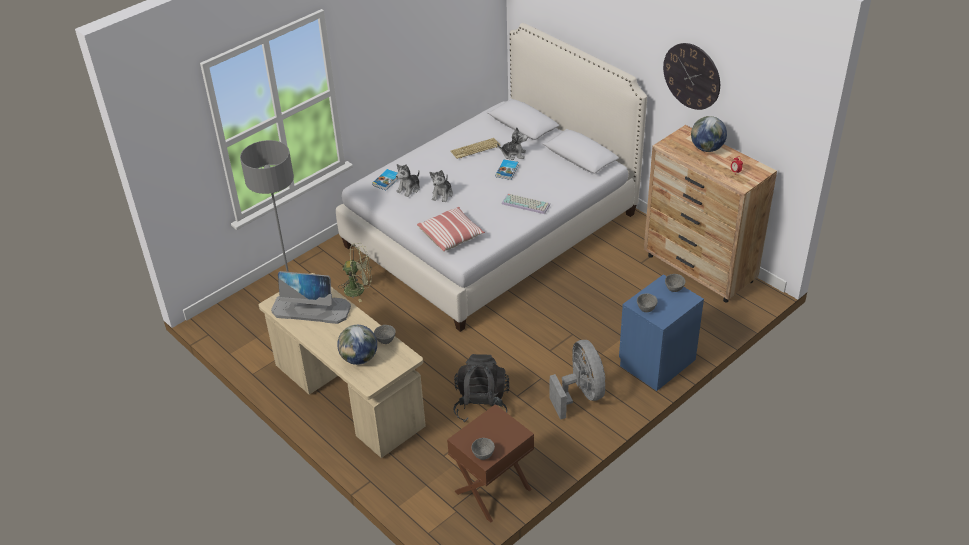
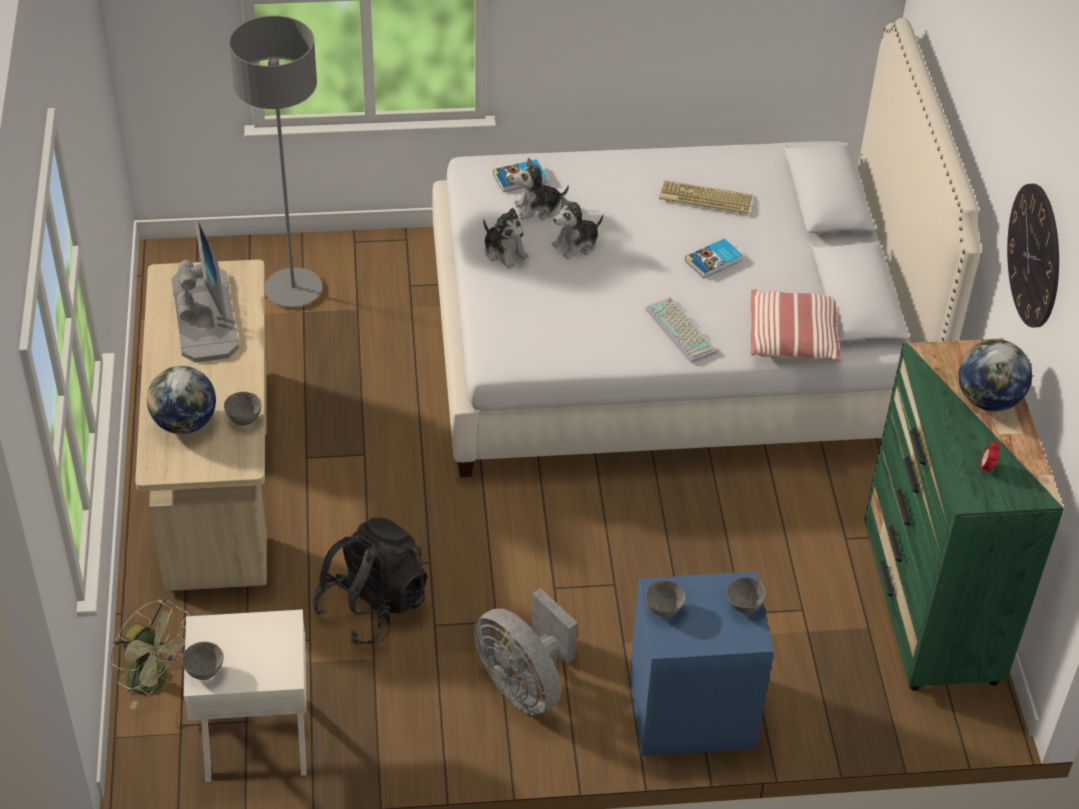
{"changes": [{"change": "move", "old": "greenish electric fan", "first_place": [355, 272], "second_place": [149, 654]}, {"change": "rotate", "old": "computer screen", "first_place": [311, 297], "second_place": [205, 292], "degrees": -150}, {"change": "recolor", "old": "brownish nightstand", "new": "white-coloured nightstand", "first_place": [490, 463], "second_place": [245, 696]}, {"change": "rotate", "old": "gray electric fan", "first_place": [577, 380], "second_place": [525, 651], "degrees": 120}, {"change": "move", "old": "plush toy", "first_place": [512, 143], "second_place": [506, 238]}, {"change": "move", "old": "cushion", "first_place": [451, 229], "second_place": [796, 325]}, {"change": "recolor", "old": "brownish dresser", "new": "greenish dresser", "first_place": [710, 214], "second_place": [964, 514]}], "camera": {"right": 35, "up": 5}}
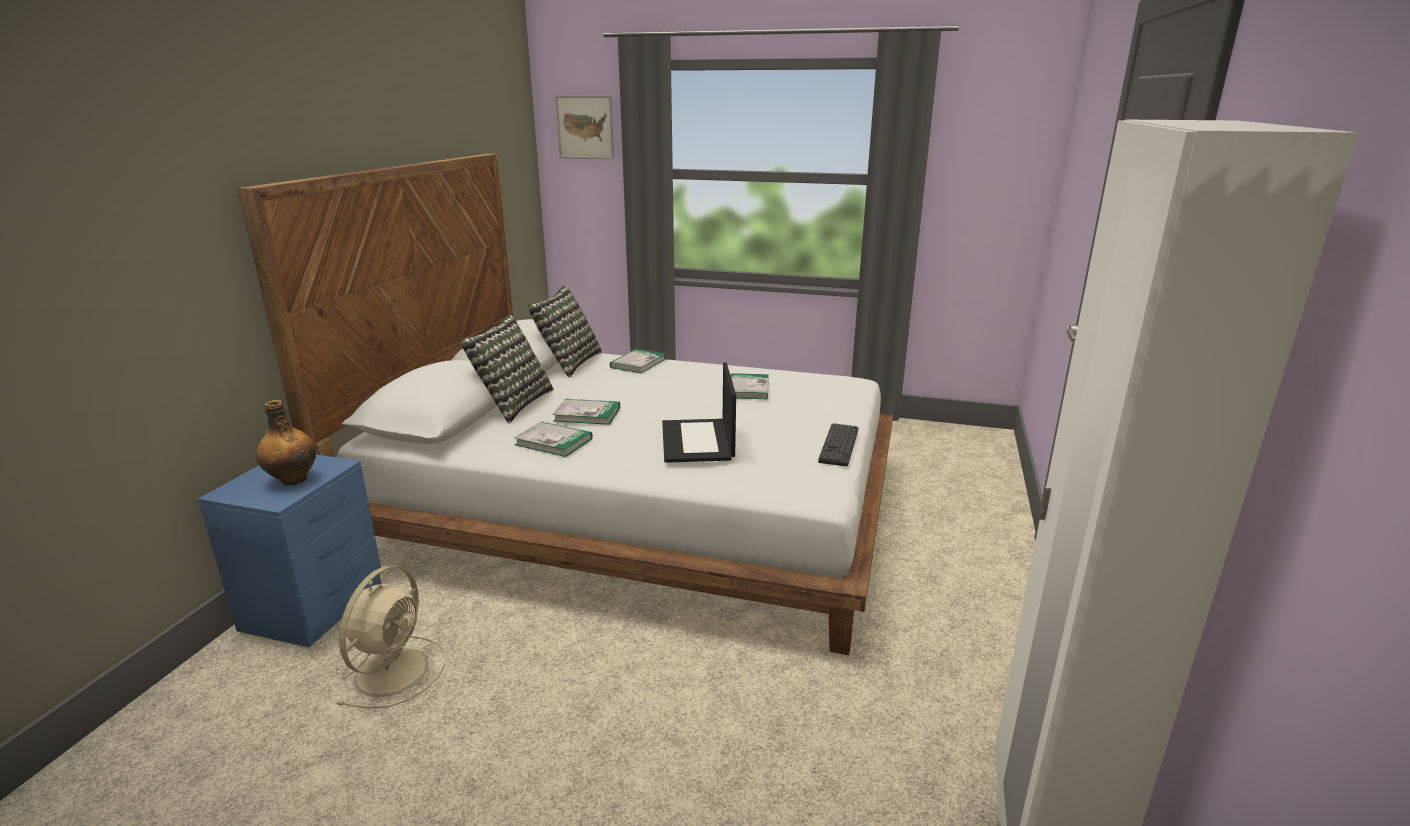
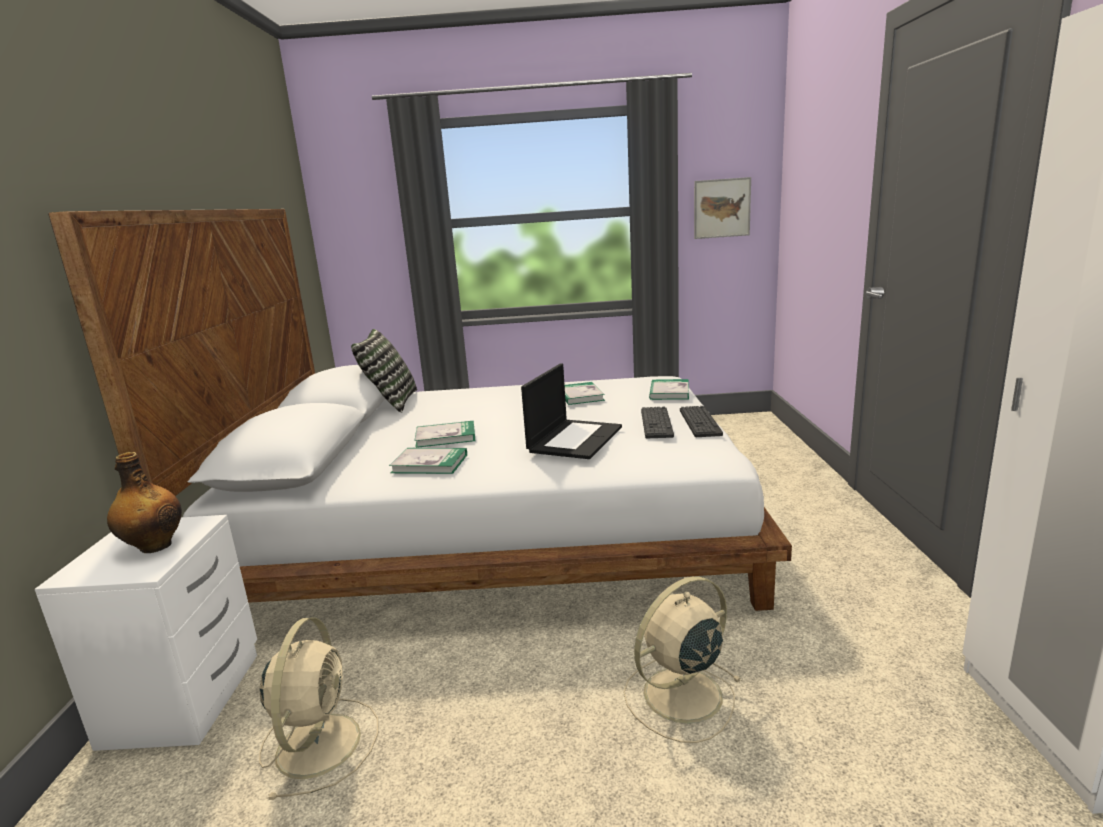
{"changes": [{"change": "recolor", "old": "blue-coloured nightstand", "new": "white-coloured nightstand", "first_place": [289, 550], "second_place": [146, 633]}, {"change": "rotate", "old": "laptop", "first_place": [699, 412], "second_place": [571, 411], "degrees": -135}, {"change": "insert", "new": "beige electric fan", "second_place": [682, 659]}, {"change": "insert", "new": "keyboard", "second_place": [657, 422]}, {"change": "move", "old": "bound book", "first_place": [638, 361], "second_place": [669, 389]}, {"change": "move", "old": "wall art", "first_place": [584, 127], "second_place": [722, 208]}, {"change": "delete", "old": "cushion", "first_place": [507, 368]}], "camera": {"right": -15, "up": -5}}
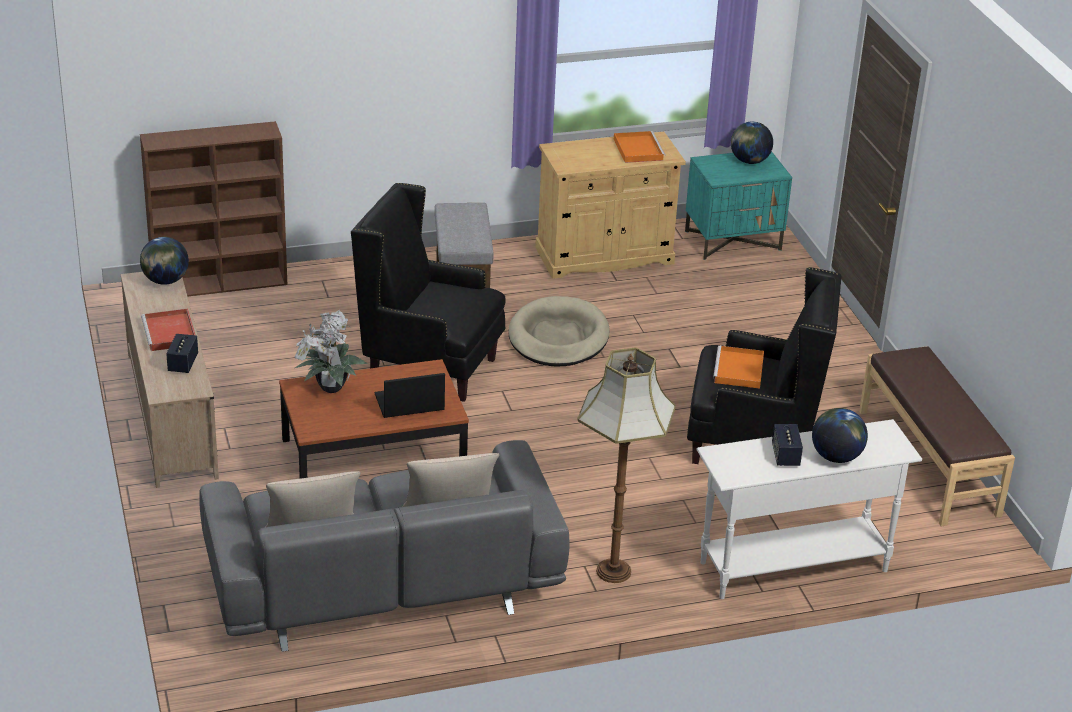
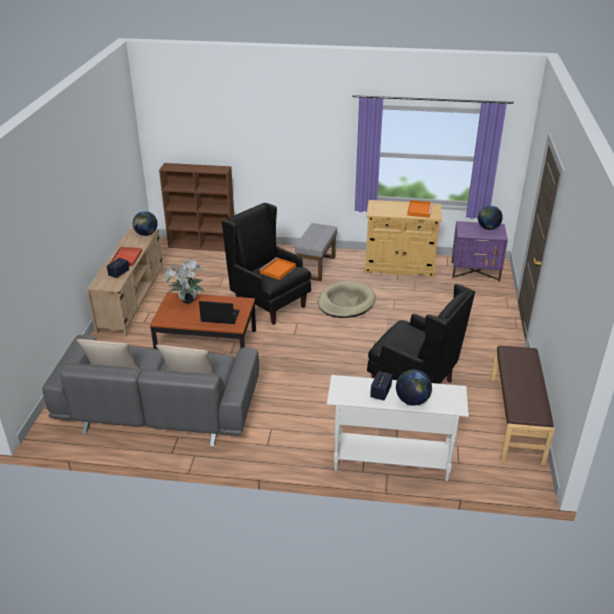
{"changes": [{"change": "move", "old": "orange carrying tray", "first_place": [738, 367], "second_place": [277, 268]}, {"change": "recolor", "old": "turquoise-coloured nightstand", "new": "purple-coloured nightstand", "first_place": [738, 205], "second_place": [479, 251]}, {"change": "delete", "old": "standing lamp", "first_place": [626, 465]}], "camera": {"right": 25, "up": 0}}
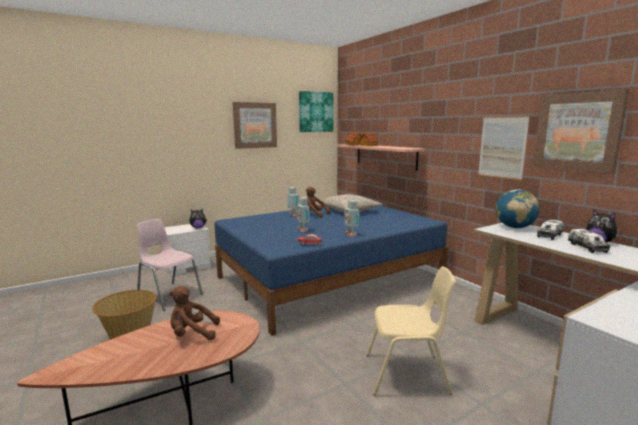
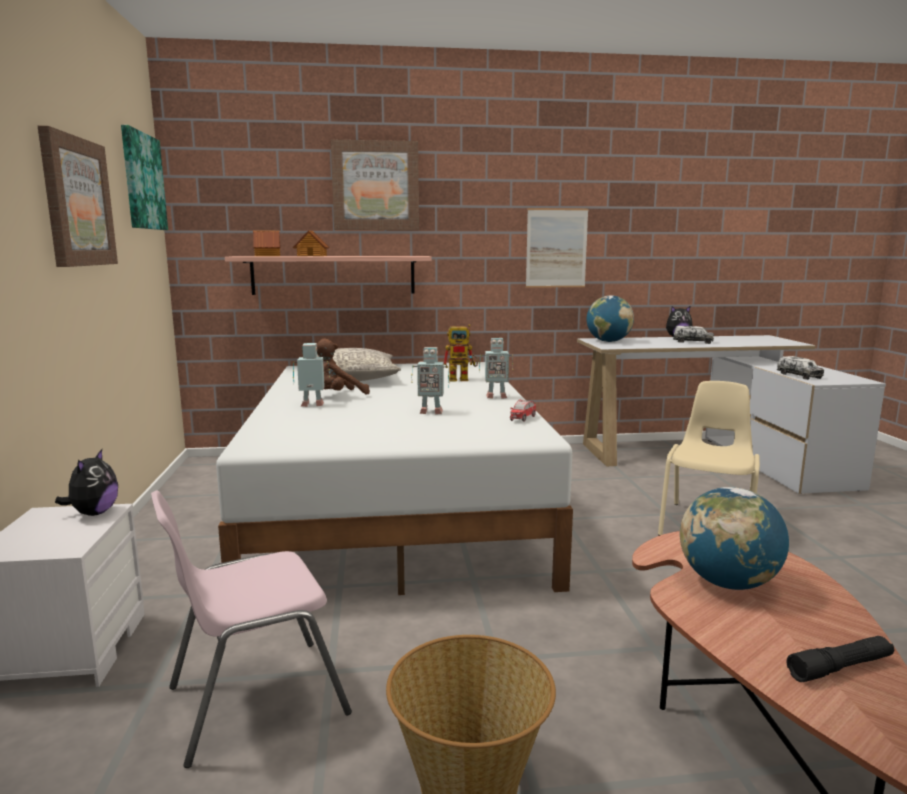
{"changes": [{"change": "recolor", "old": "blue-coloured sleeping bed", "new": "white-coloured sleeping bed", "first_place": [331, 270], "second_place": [394, 478]}, {"change": "move", "old": "wall art", "first_place": [581, 131], "second_place": [375, 185]}, {"change": "insert", "new": "model robot", "second_place": [461, 352]}, {"change": "replace", "old": "brownish plush toy", "new": "world globe", "first_place": [194, 313], "second_place": [734, 538]}, {"change": "move", "old": "model truck", "first_place": [550, 230], "second_place": [800, 368]}, {"change": "insert", "new": "blackish flashlight", "second_place": [840, 659]}], "camera": {"right": -65, "up": 0}}
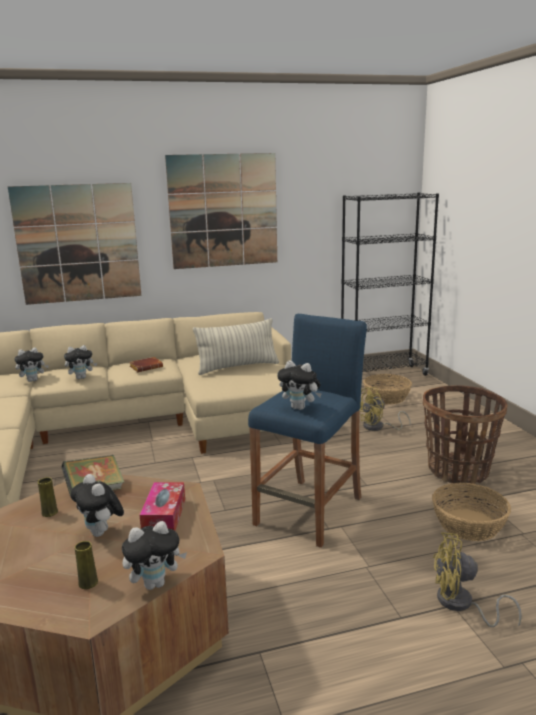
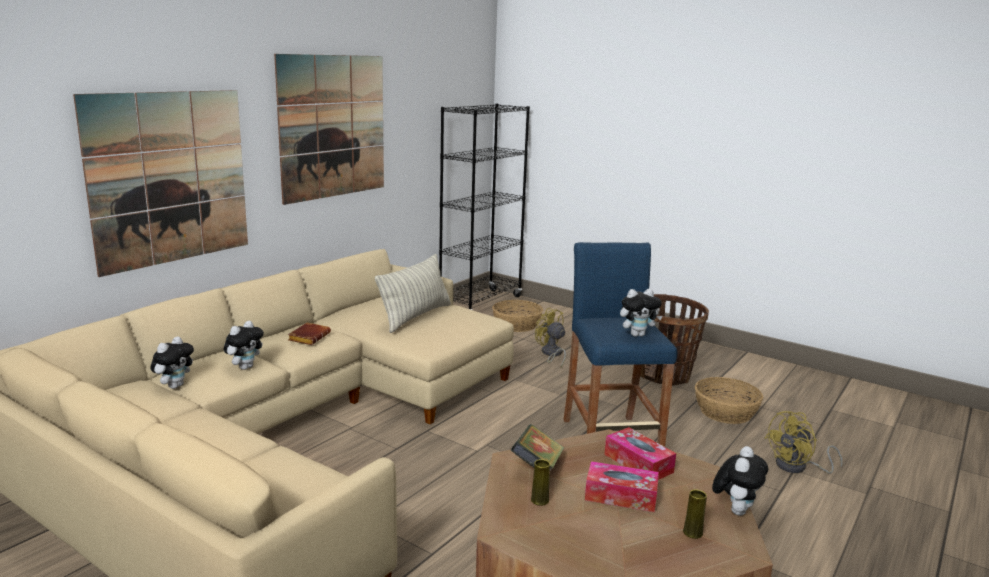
{"changes": [{"change": "rotate", "old": "yellow-coloured electric fan", "first_place": [385, 409], "second_place": [550, 337], "degrees": 120}, {"change": "replace", "old": "plush toy", "new": "tissue holder", "first_place": [97, 505], "second_place": [622, 486]}], "camera": {"right": -40, "up": 0}}
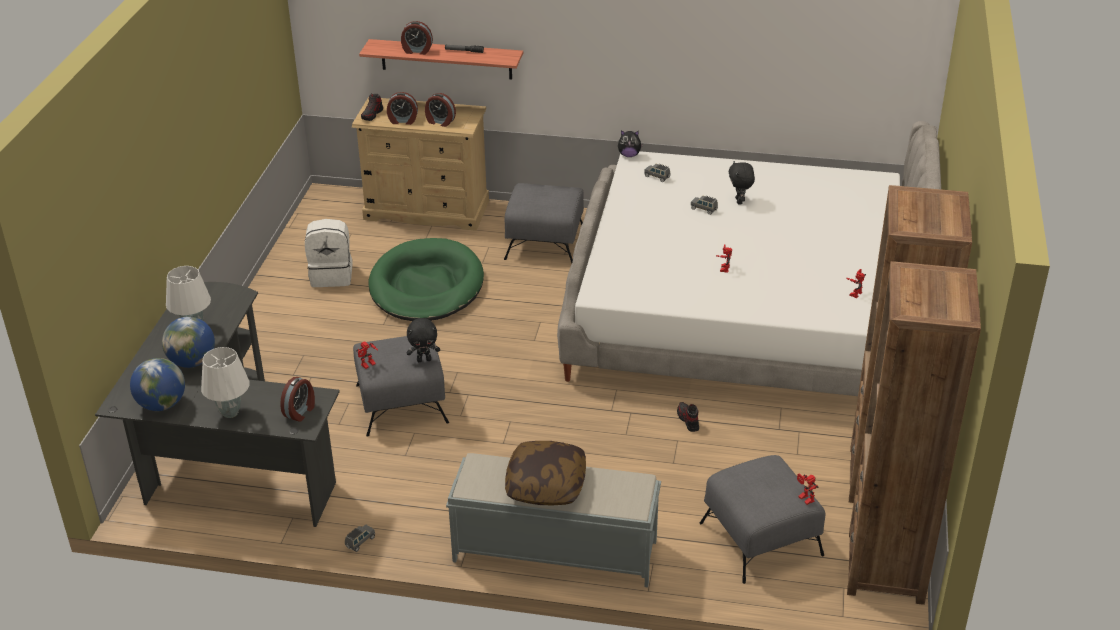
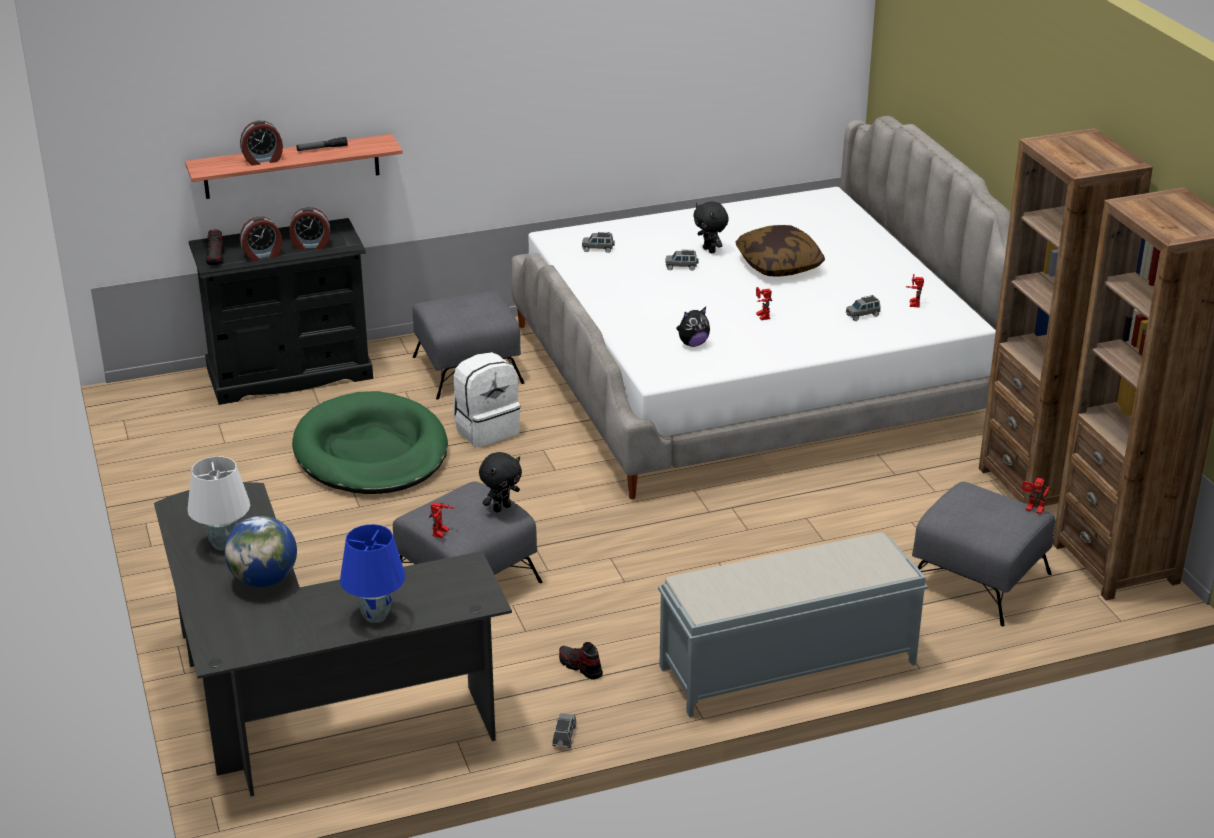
{"changes": [{"change": "recolor", "old": "beige dresser", "new": "blackish dresser", "first_place": [420, 164], "second_place": [281, 311]}, {"change": "recolor", "old": "white-coloured lamp for a table", "new": "blue-coloured lamp for a table", "first_place": [225, 382], "second_place": [372, 573]}, {"change": "move", "old": "white-coloured backpack", "first_place": [329, 253], "second_place": [486, 399]}, {"change": "move", "old": "shoe", "first_place": [688, 417], "second_place": [581, 660]}, {"change": "move", "old": "plush toy", "first_place": [630, 143], "second_place": [693, 327]}, {"change": "move", "old": "cushion", "first_place": [545, 473], "second_place": [780, 251]}, {"change": "insert", "new": "gray miniature car", "second_place": [863, 308]}, {"change": "delete", "old": "world globe", "first_place": [157, 384]}, {"change": "delete", "old": "bedside clock", "first_place": [297, 399]}], "camera": {"right": -30, "up": -5}}
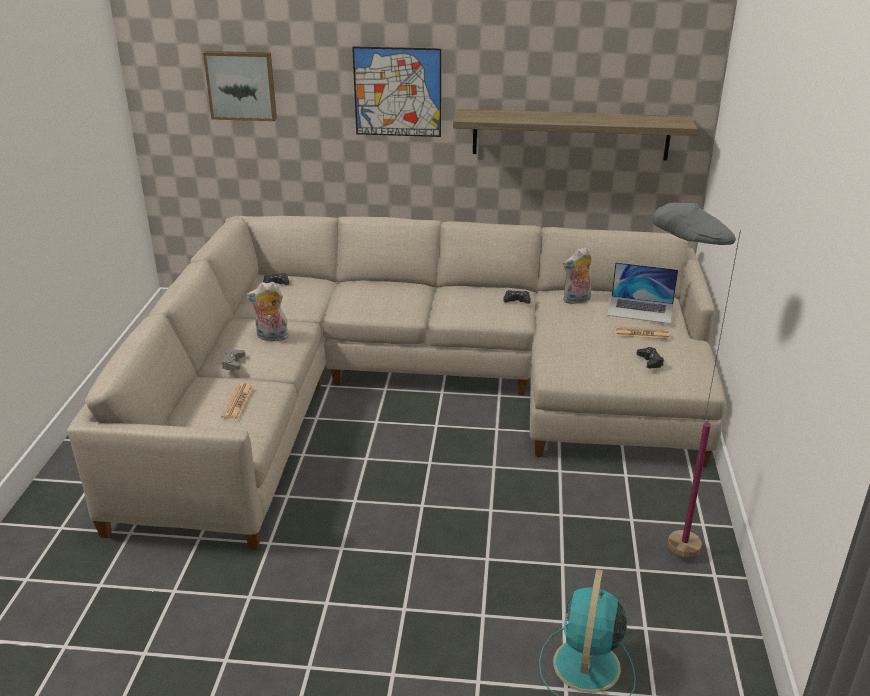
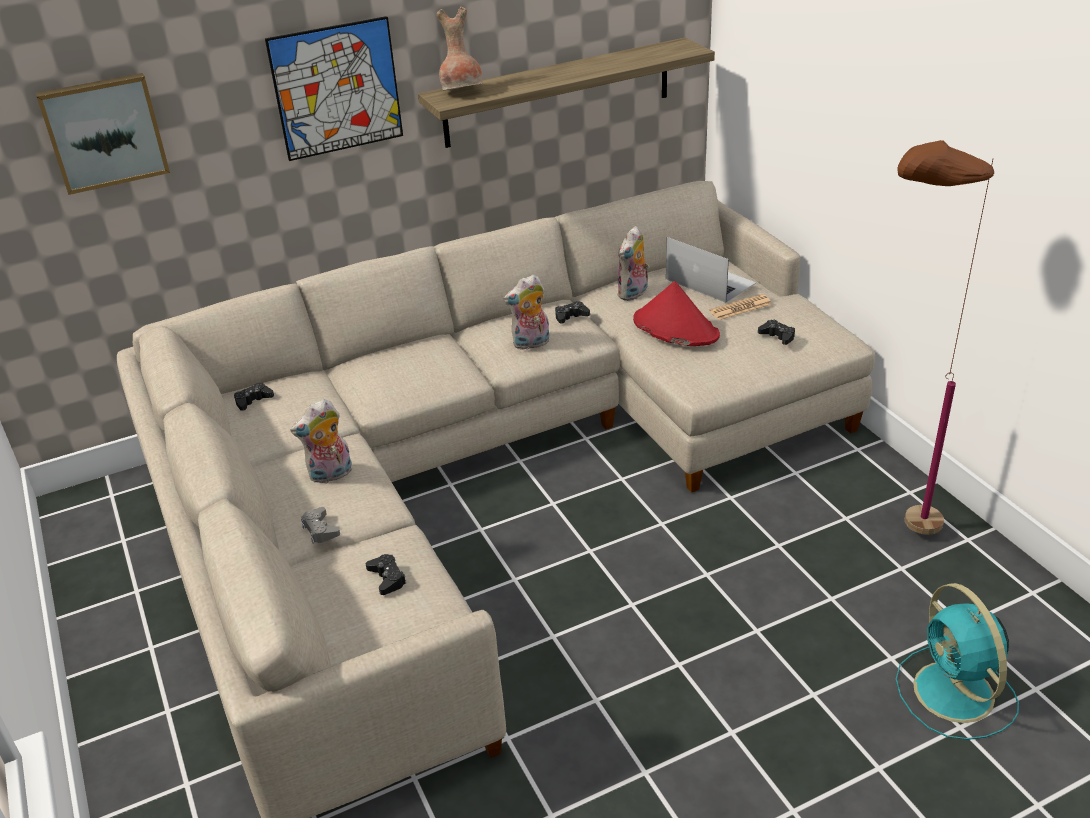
{"changes": [{"change": "replace", "old": "newspaper", "new": "blackish joypad", "first_place": [237, 401], "second_place": [386, 574]}, {"change": "insert", "new": "brownish vase", "second_place": [459, 49]}, {"change": "insert", "new": "plush toy", "second_place": [526, 312]}, {"change": "insert", "new": "reddish wearable hat", "second_place": [676, 313]}, {"change": "rotate", "old": "laptop", "first_place": [642, 293], "second_place": [711, 270], "degrees": -120}, {"change": "recolor", "old": "gray standing lamp", "new": "brownish standing lamp", "first_place": [696, 379], "second_place": [945, 337]}], "camera": {"right": -30, "up": 5}}
